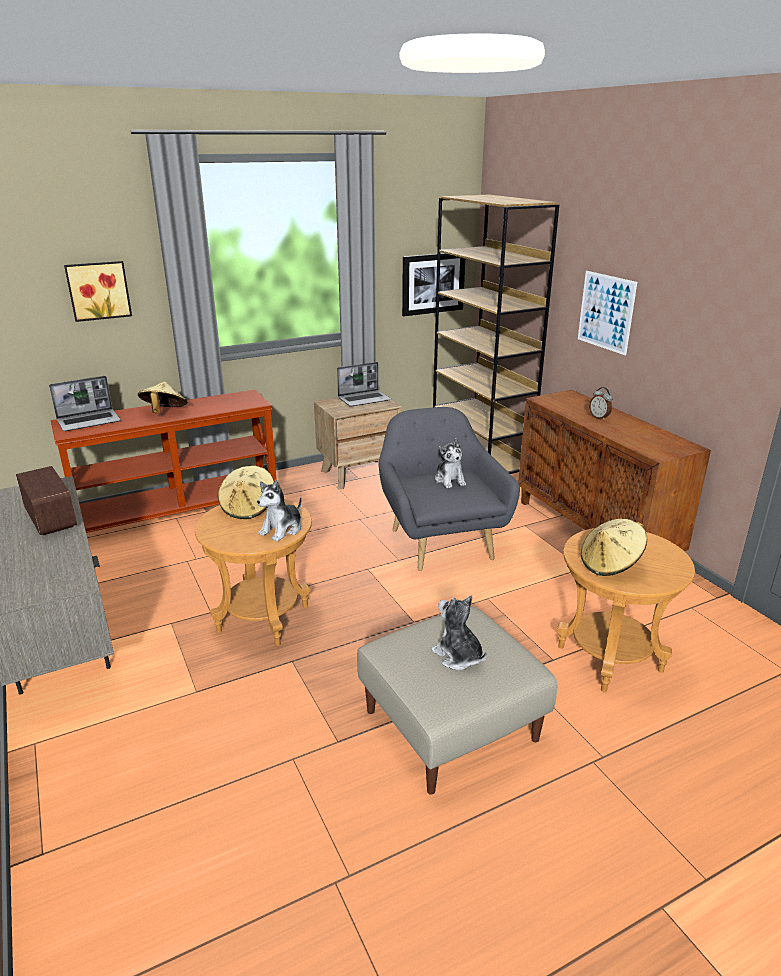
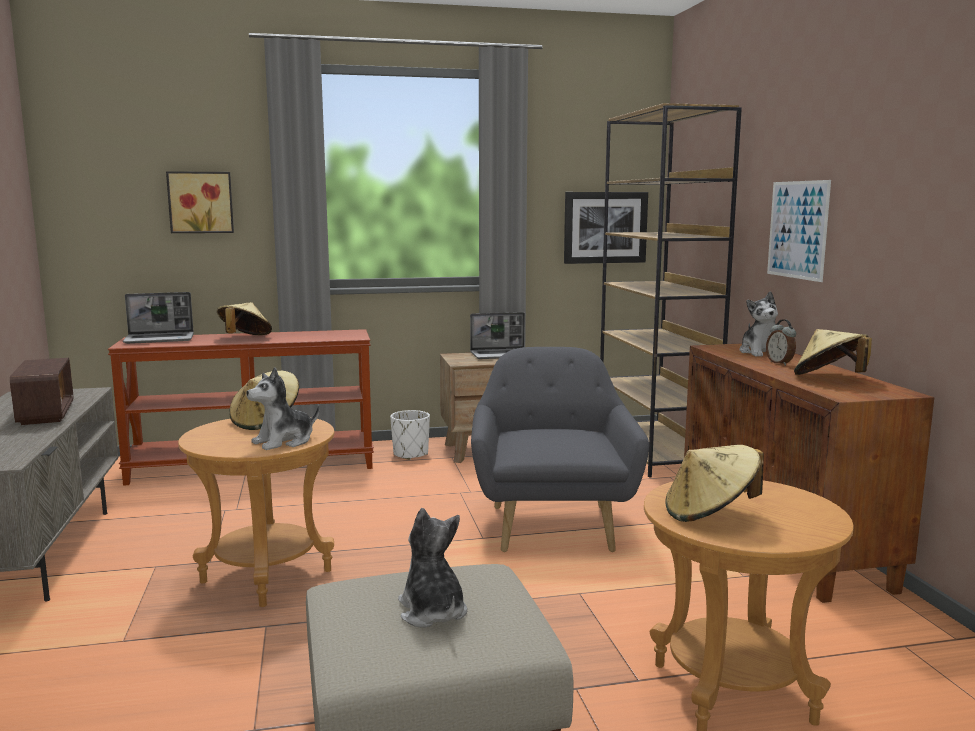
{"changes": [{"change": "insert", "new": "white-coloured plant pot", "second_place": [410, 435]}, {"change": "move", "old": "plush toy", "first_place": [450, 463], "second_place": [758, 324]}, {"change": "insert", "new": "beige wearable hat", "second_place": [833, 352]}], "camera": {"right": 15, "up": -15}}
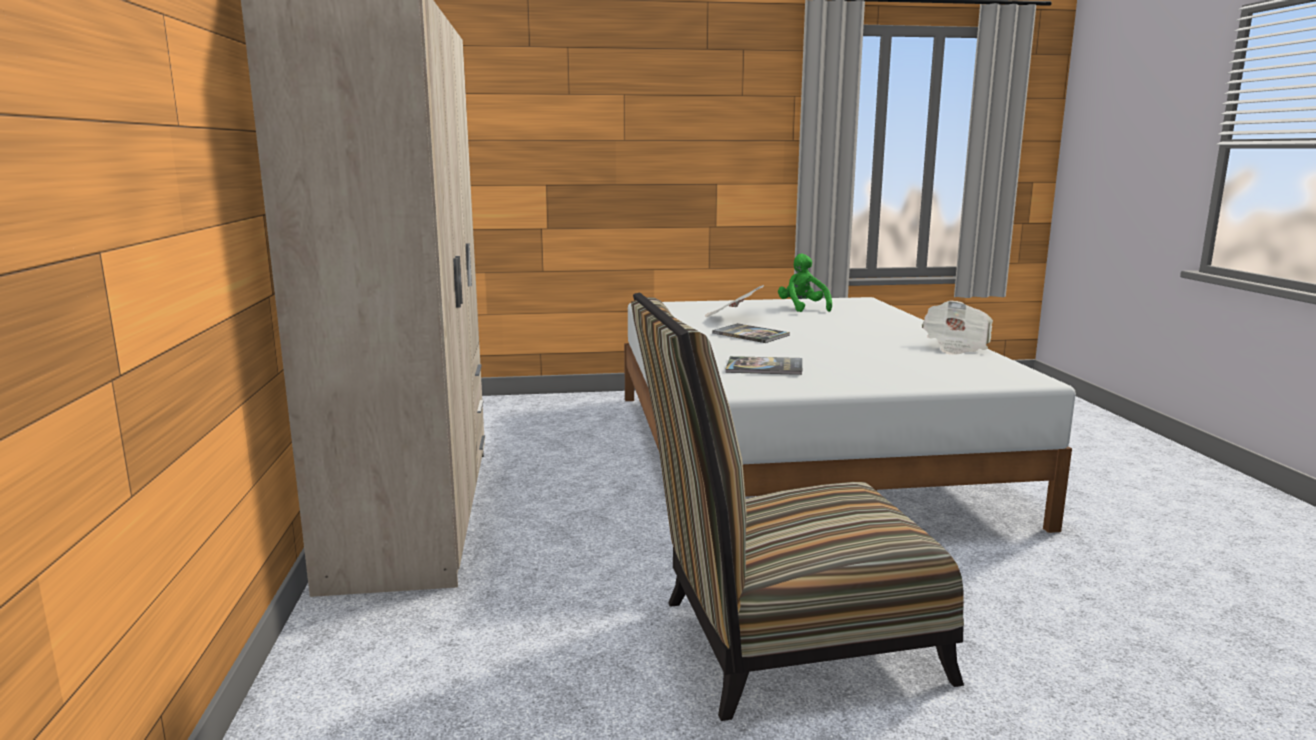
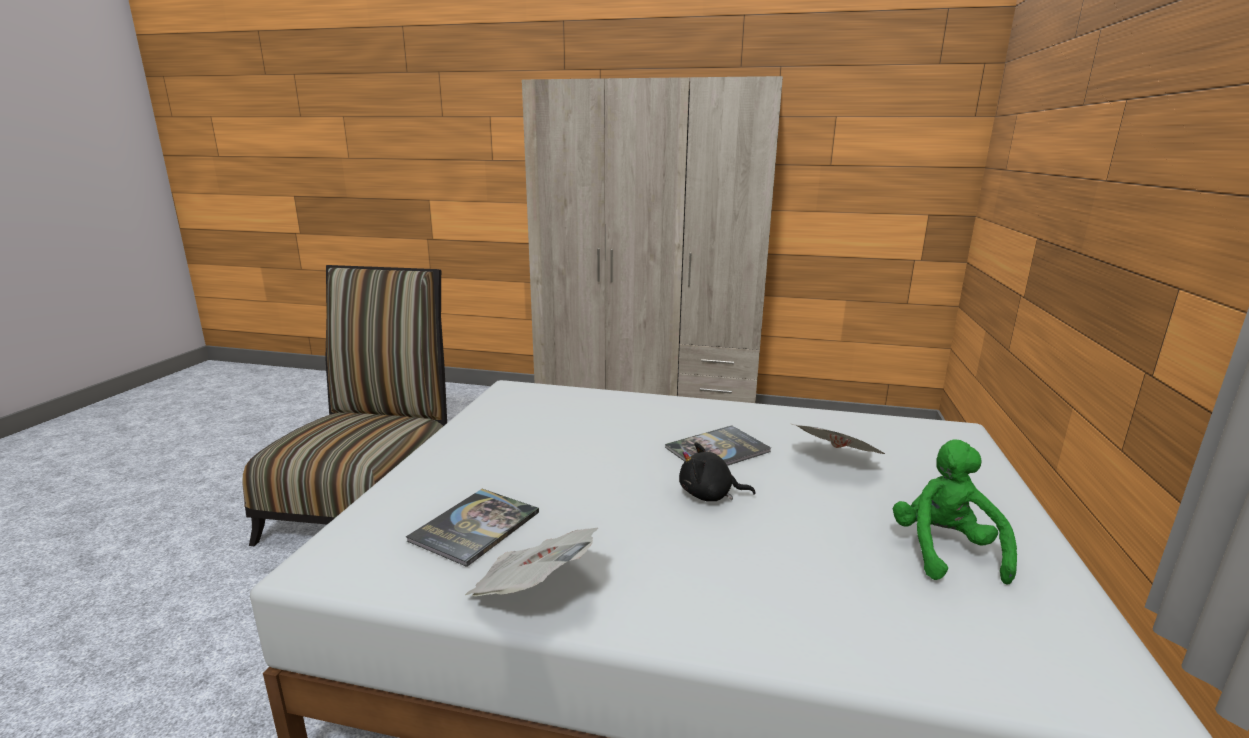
{"changes": [{"change": "move", "old": "bound book", "first_place": [763, 365], "second_place": [472, 528]}, {"change": "insert", "new": "blackish plush toy", "second_place": [717, 471]}, {"change": "rotate", "old": "greenish plush toy", "first_place": [805, 282], "second_place": [955, 512], "degrees": -90}], "camera": {"right": 110, "up": 5}}
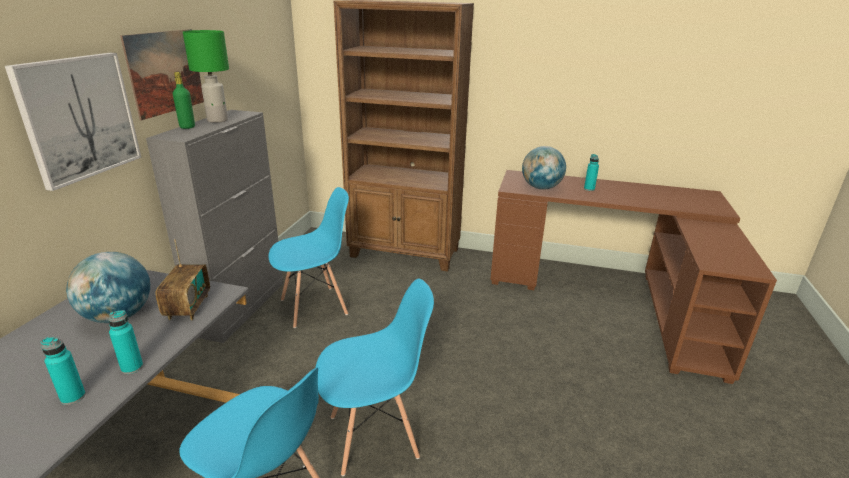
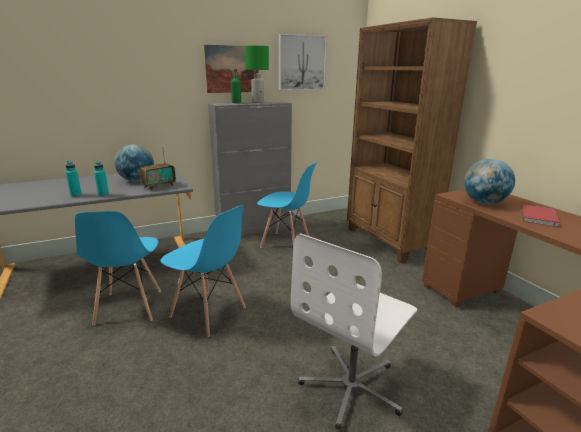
{"changes": [{"change": "move", "old": "wall art", "first_place": [73, 122], "second_place": [303, 62]}, {"change": "insert", "new": "white-coloured desk chair", "second_place": [354, 331]}, {"change": "replace", "old": "turquoise-coloured drink bottle", "new": "reddish bound book", "first_place": [591, 172], "second_place": [540, 216]}], "camera": {"right": 50, "up": -5}}
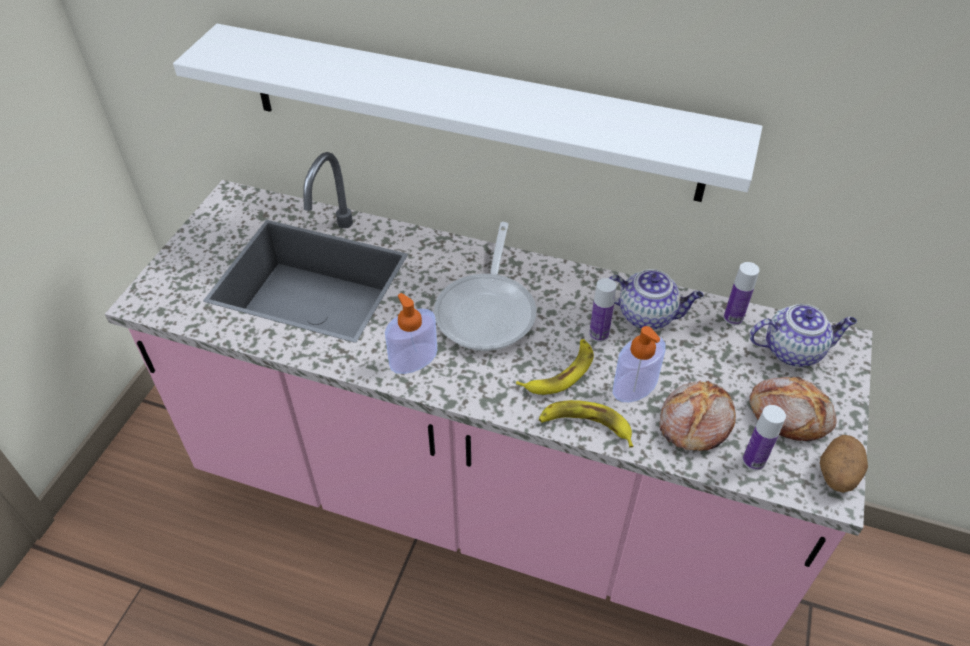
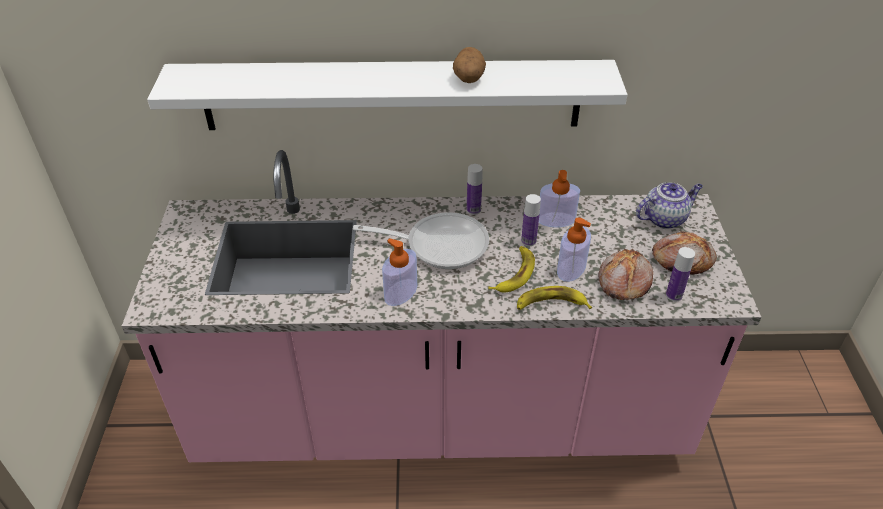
{"changes": [{"change": "rotate", "old": "pan", "first_place": [485, 286], "second_place": [421, 241], "degrees": -75}, {"change": "move", "old": "potato", "first_place": [844, 464], "second_place": [469, 65]}, {"change": "move", "old": "drink bottle", "first_place": [741, 293], "second_place": [475, 189]}, {"change": "replace", "old": "pot for tea", "new": "soap dispenser", "first_place": [656, 299], "second_place": [559, 199]}], "camera": {"right": -20, "up": -5}}
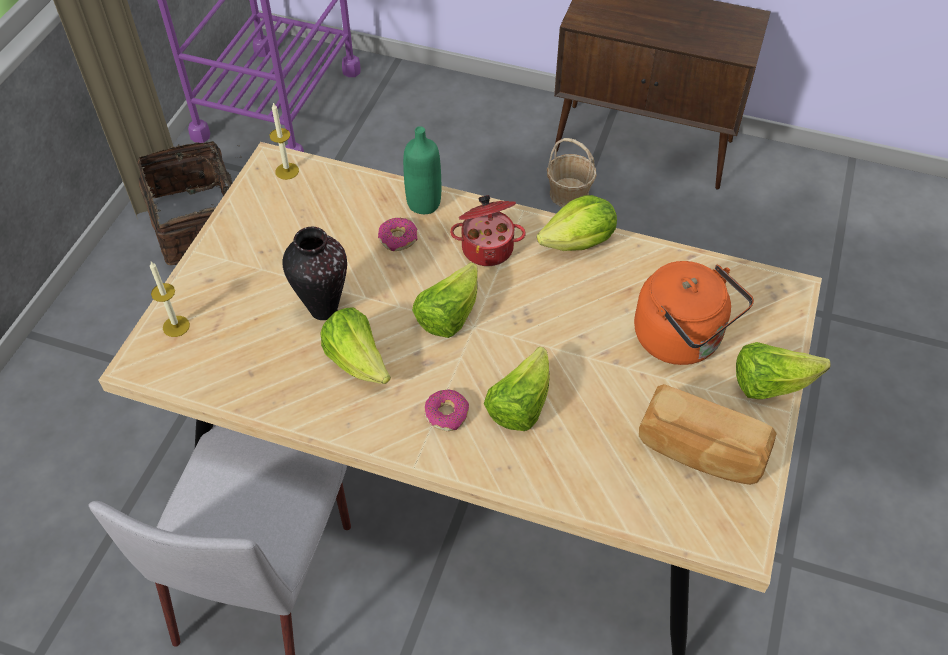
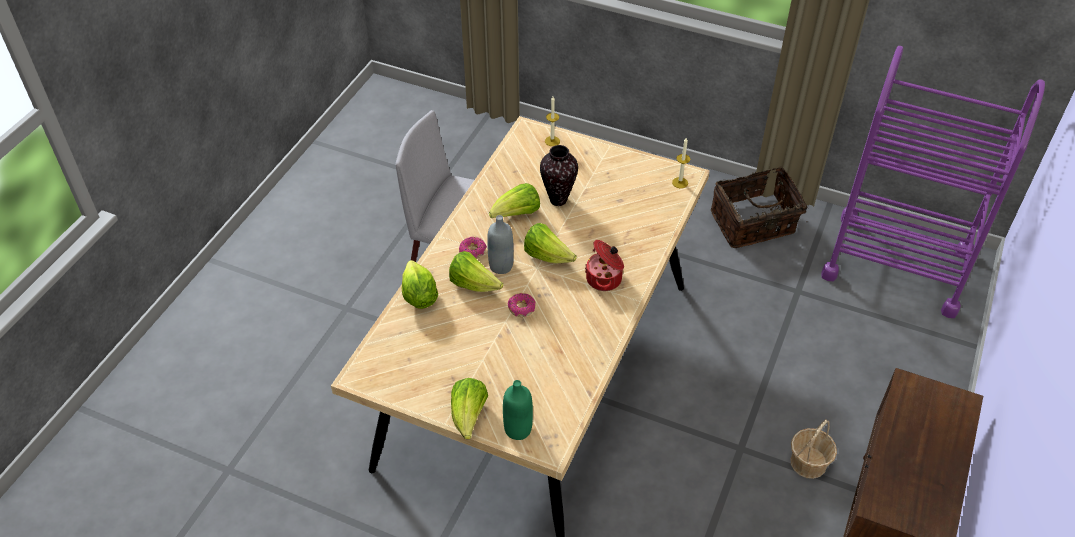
{"changes": [{"change": "move", "old": "lettuce", "first_place": [577, 223], "second_place": [420, 284]}, {"change": "insert", "new": "gray drink bottle", "second_place": [500, 244]}, {"change": "move", "old": "greenish drink bottle", "first_place": [422, 170], "second_place": [518, 410]}, {"change": "move", "old": "donut", "first_place": [398, 234], "second_place": [521, 305]}, {"change": "delete", "old": "orange tea kettle", "first_place": [694, 313]}, {"change": "delete", "old": "bread", "first_place": [708, 434]}], "camera": {"right": 95, "up": -5}}
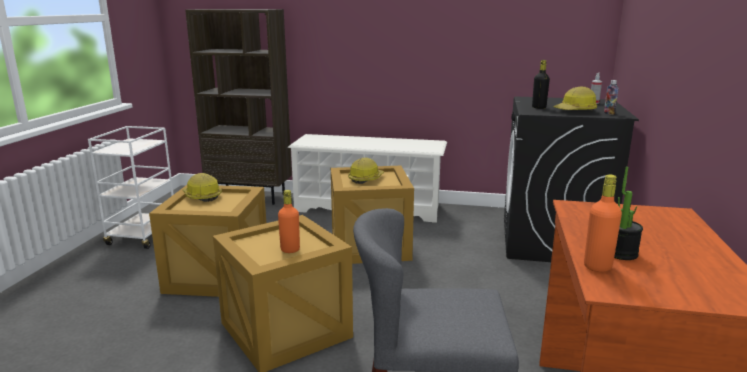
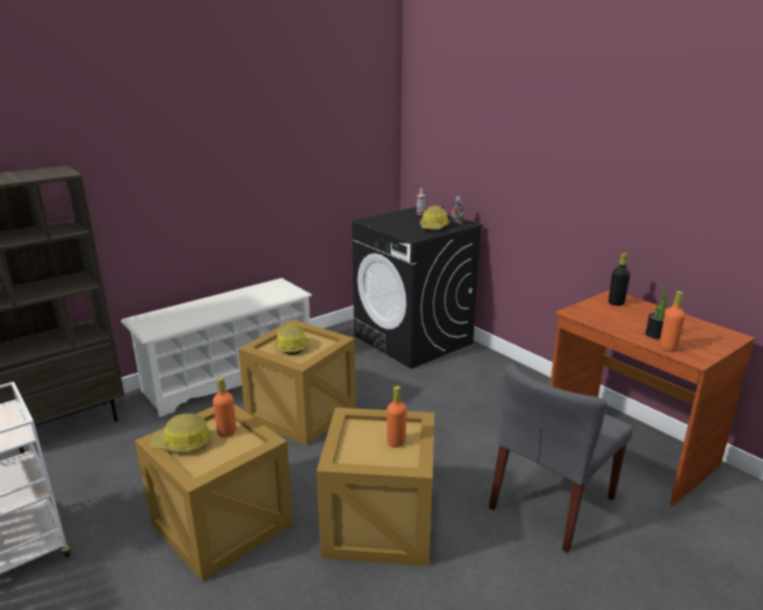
{"changes": [{"change": "insert", "new": "orange drink bottle", "second_place": [224, 407]}, {"change": "move", "old": "blackish drink bottle", "first_place": [541, 84], "second_place": [619, 279]}], "camera": {"right": -50, "up": 5}}
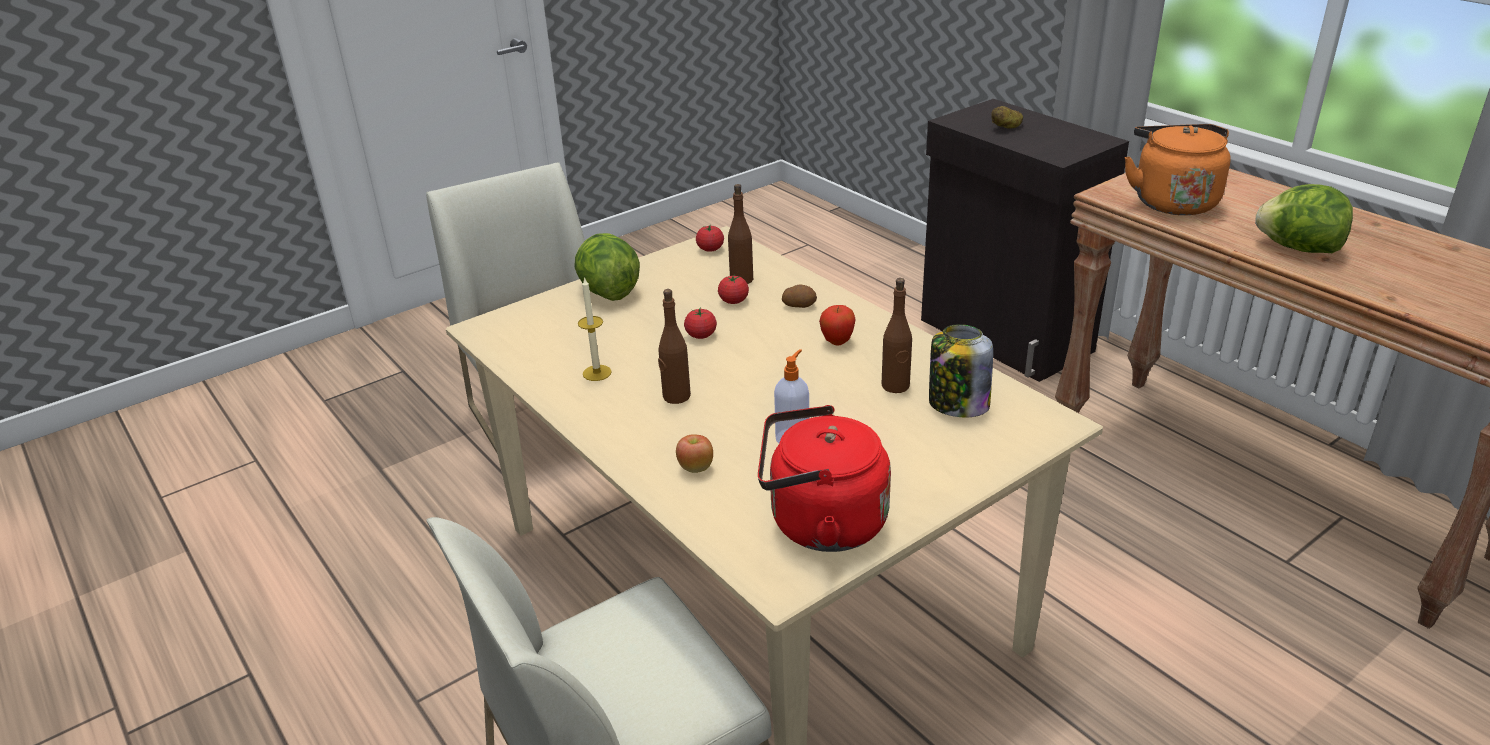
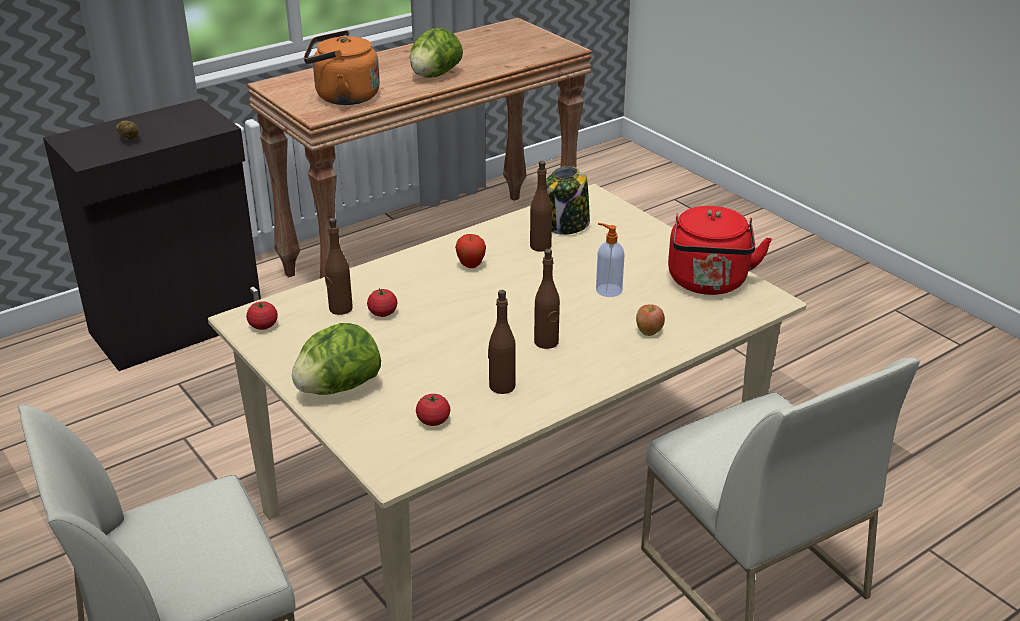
{"changes": [{"change": "move", "old": "tomato", "first_place": [700, 323], "second_place": [433, 410]}, {"change": "replace", "old": "wax light", "new": "brownish drink bottle", "first_place": [595, 329], "second_place": [502, 342]}, {"change": "delete", "old": "potato", "first_place": [799, 296]}], "camera": {"right": -90, "up": 0}}
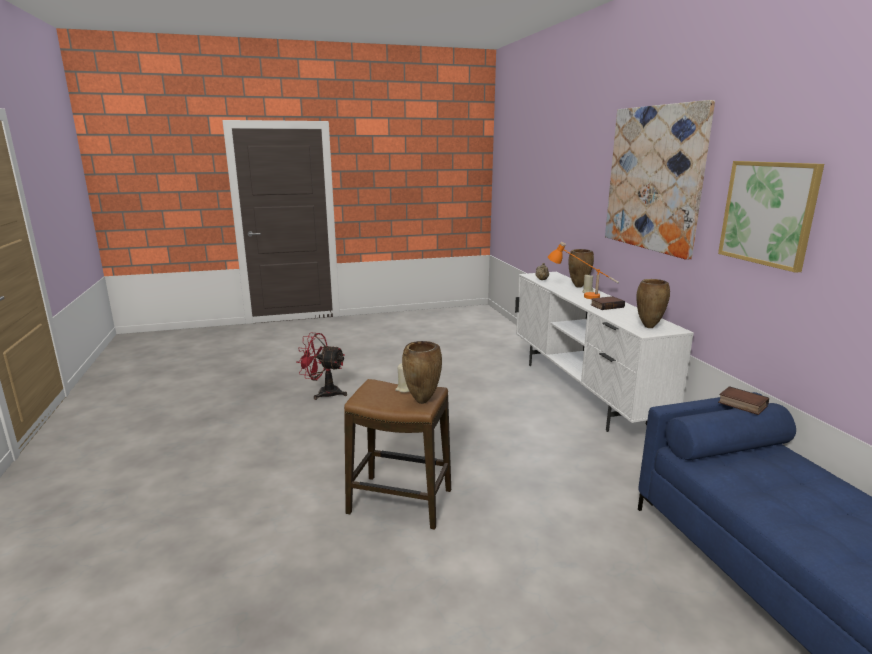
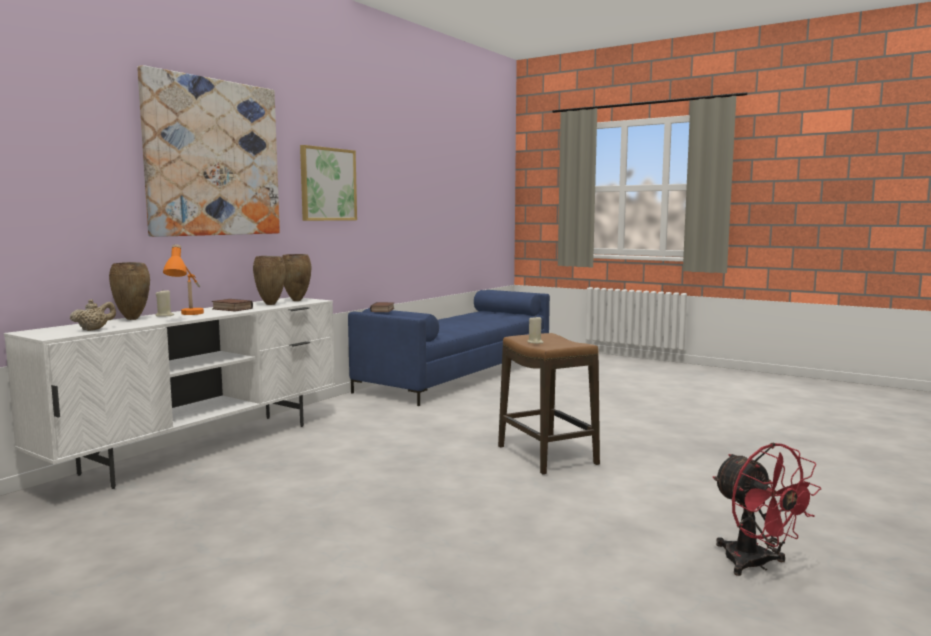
{"changes": [{"change": "move", "old": "brownish vase", "first_place": [422, 372], "second_place": [269, 280]}, {"change": "move", "old": "reddish electric fan", "first_place": [322, 366], "second_place": [767, 509]}], "camera": {"right": -130, "up": -10}}
